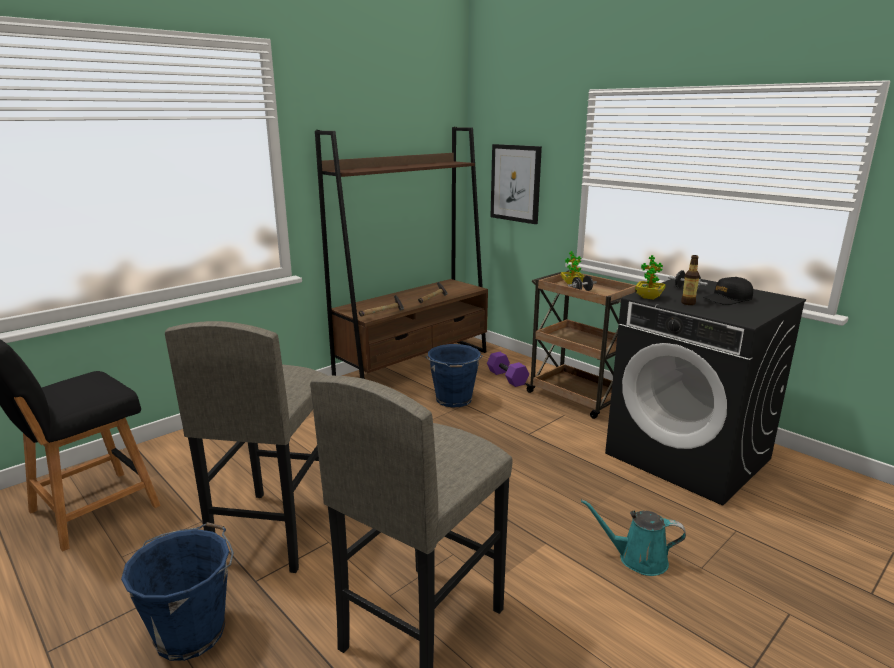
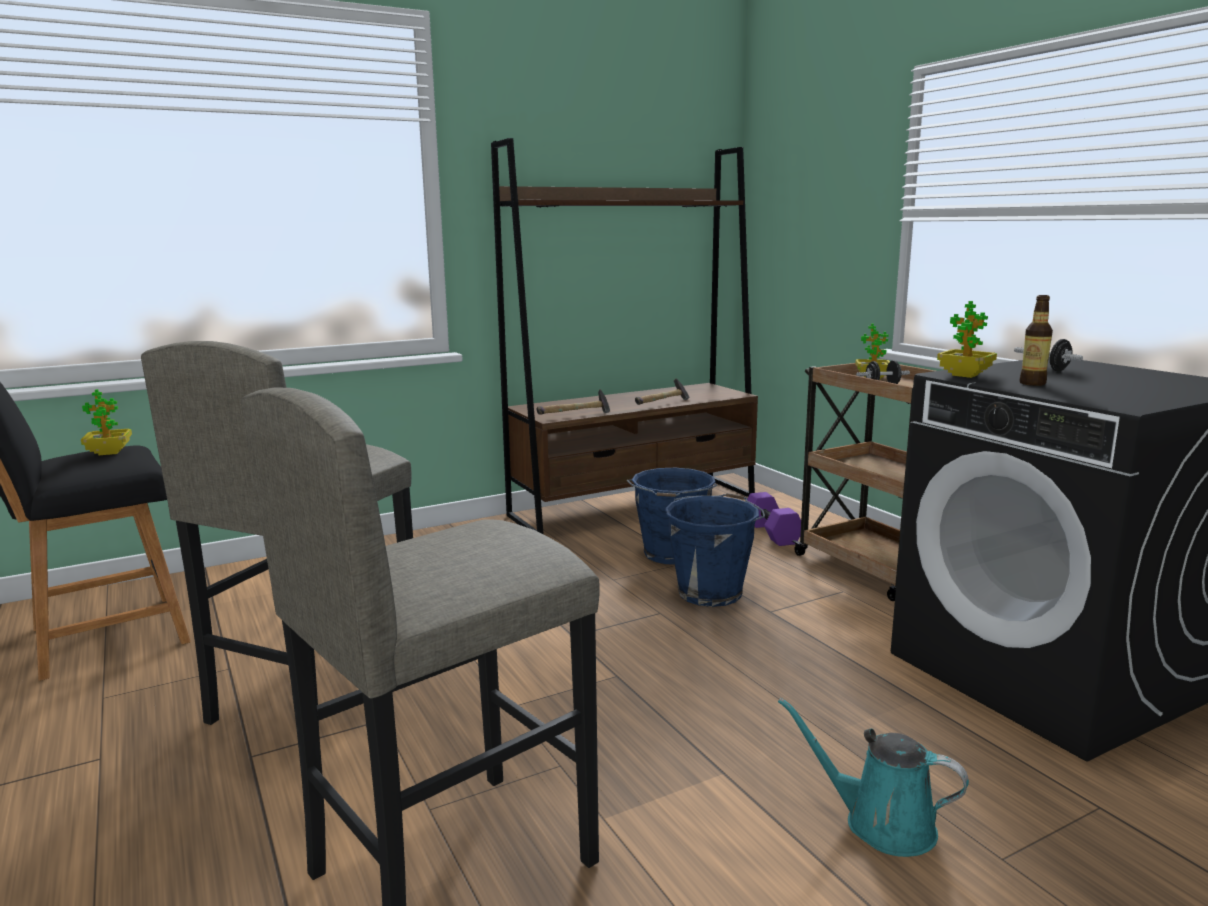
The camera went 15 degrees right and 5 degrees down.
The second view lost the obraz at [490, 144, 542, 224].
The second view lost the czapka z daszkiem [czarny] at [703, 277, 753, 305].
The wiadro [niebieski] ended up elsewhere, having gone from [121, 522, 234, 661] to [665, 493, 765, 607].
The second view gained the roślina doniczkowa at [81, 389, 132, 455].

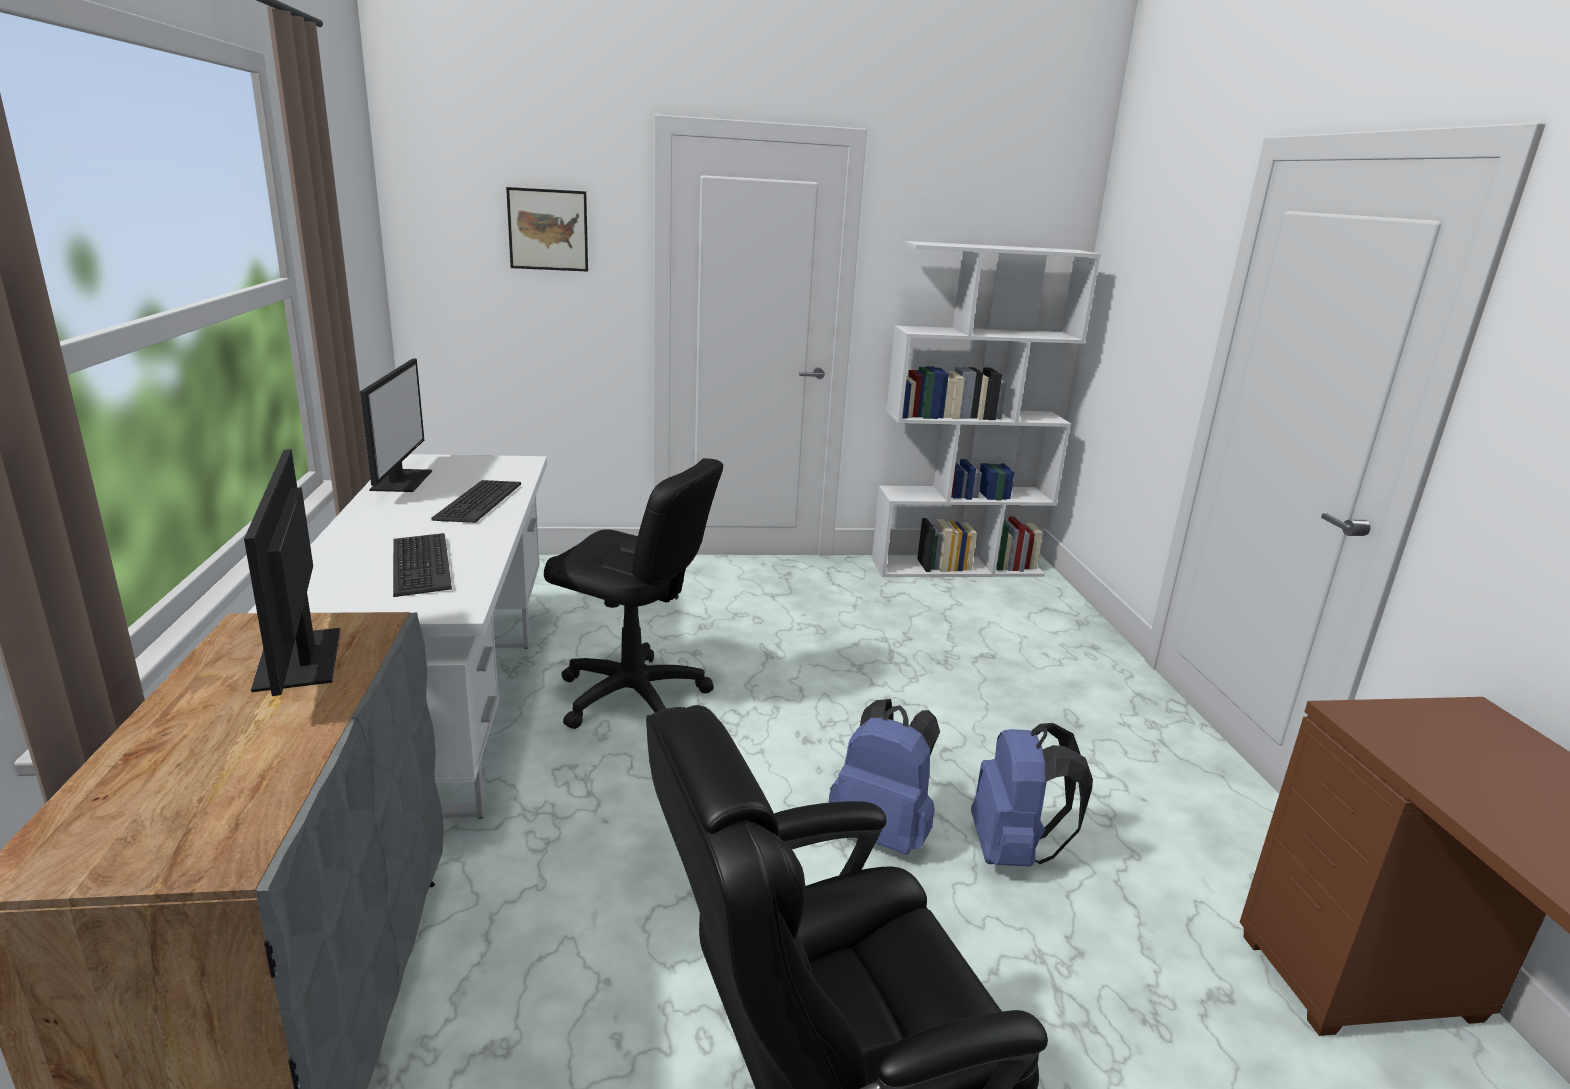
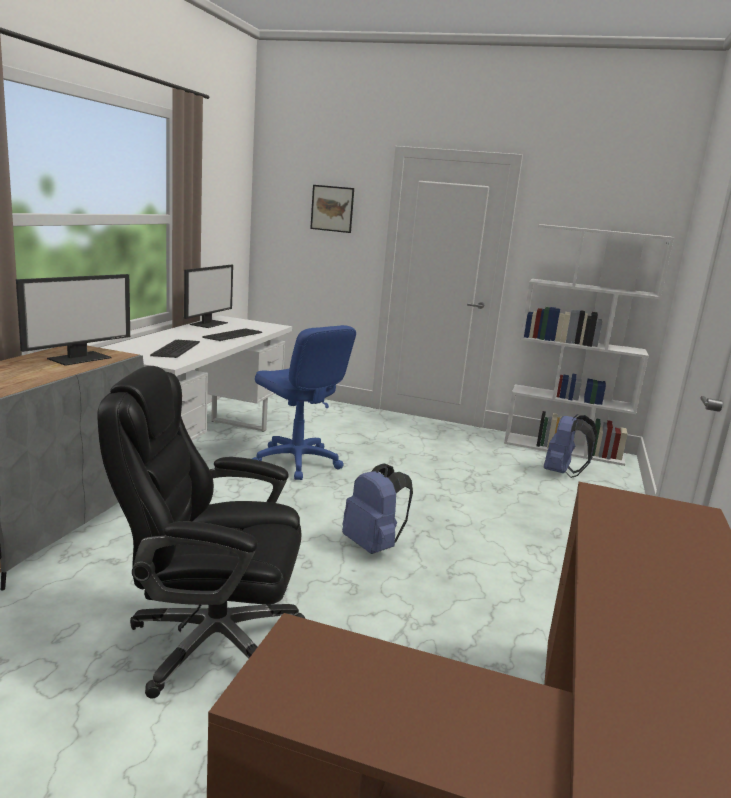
The camera went 25 degrees right and 5 degrees down.
The monitor at [244, 449, 340, 696] ended up facing another way, 150 degrees counterclockwise from before.
What was the krzesło biurowe [czarny] at [544, 458, 723, 729] turned into the krzesło biurowe [niebieski] at [252, 325, 356, 480].
The plecak [niebieski] ended up elsewhere, having gone from [971, 723, 1093, 867] to [544, 414, 597, 478].

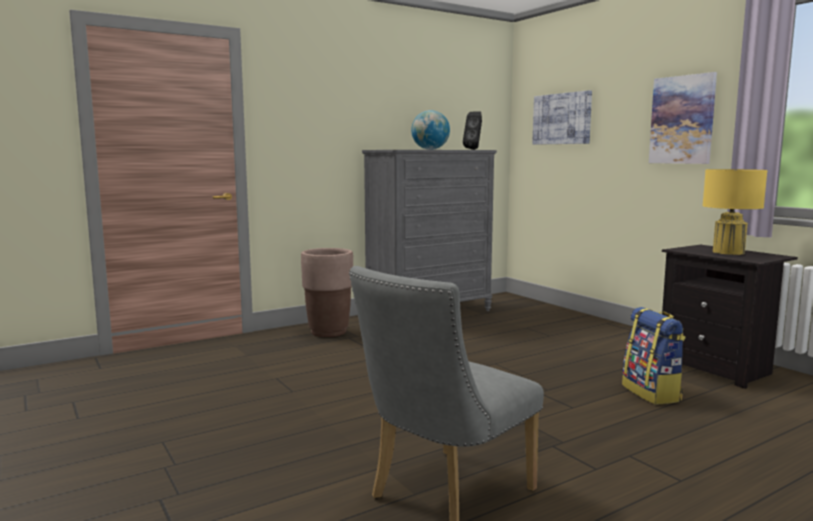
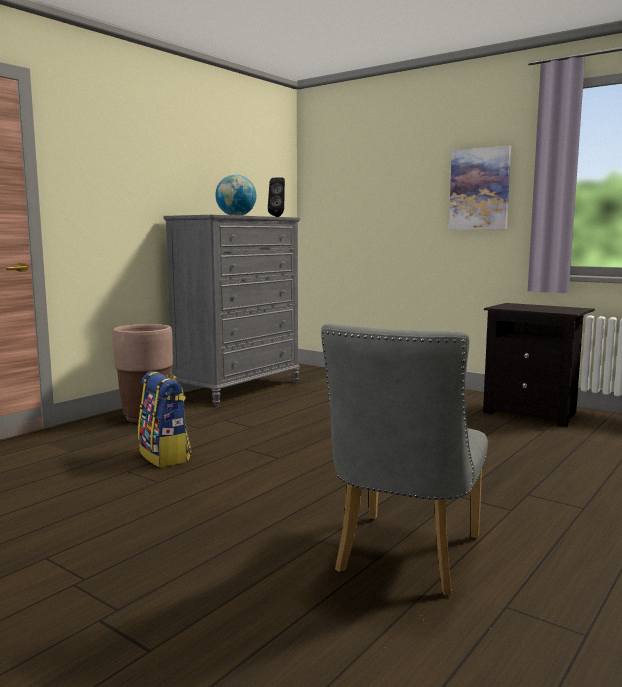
The camera went 20 degrees left and 0 degrees up.
The second view lost the obraz at [532, 90, 592, 145].
The second view lost the lampa stołowa [żółty] at [703, 169, 768, 255].
The plecak ended up elsewhere, having gone from [622, 307, 686, 405] to [138, 371, 192, 467].

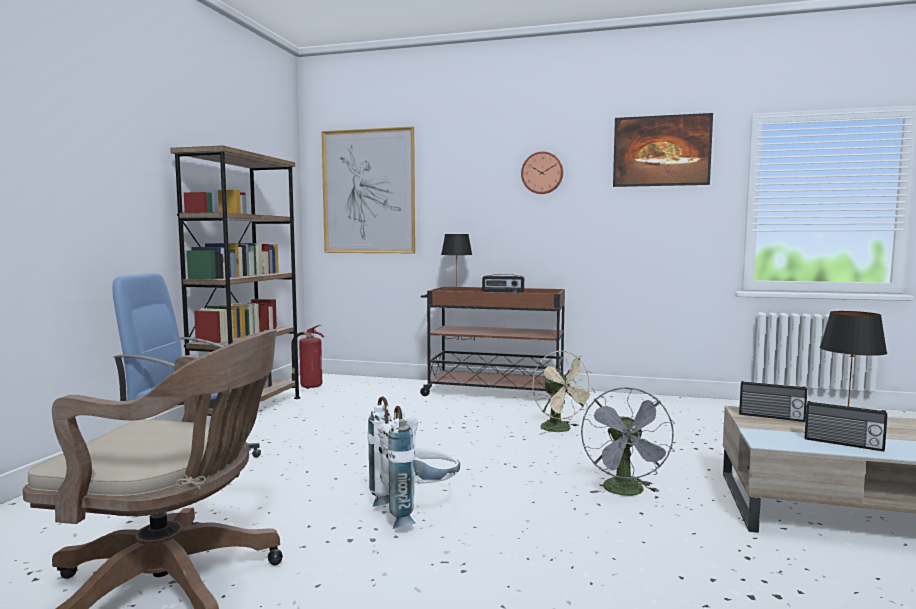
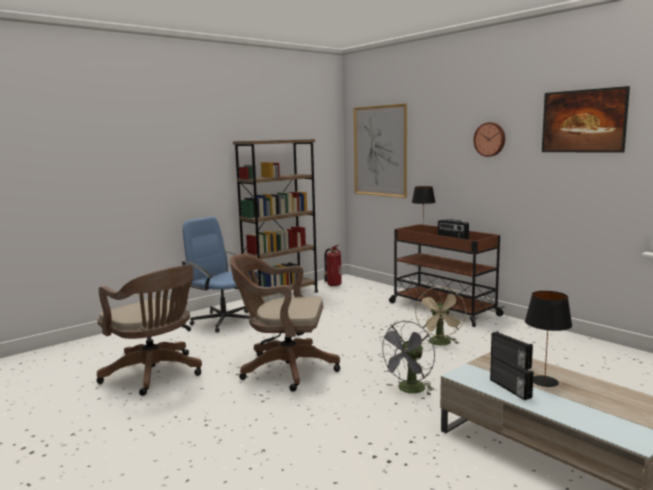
The camera went 35 degrees right and 5 degrees up.
Where the plecak [biały] stood at [367, 396, 460, 529], the krzesło biurowe [brązowy] came to stand at [230, 254, 340, 392].

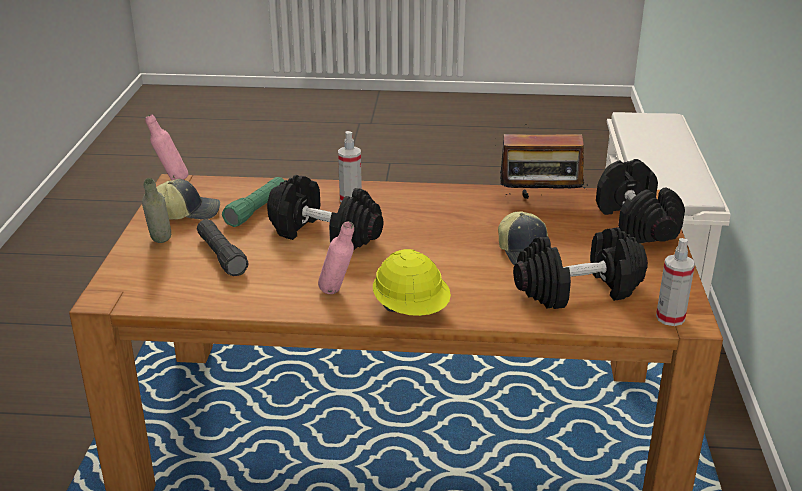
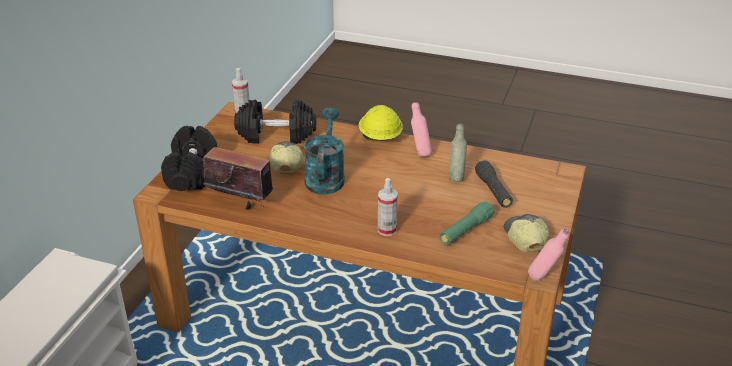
The camera went 165 degrees left and 5 degrees up.
The second view lost the hantel [czarny] at [267, 175, 384, 250].
The butelka [szary] ended up elsewhere, having gone from [142, 178, 171, 243] to [449, 124, 467, 182].
The czapka z daszkiem at [156, 179, 220, 220] ended up facing another way, 75 degrees clockwise from before.
The second view gained the konewka [turkusowy] at [304, 108, 345, 195].

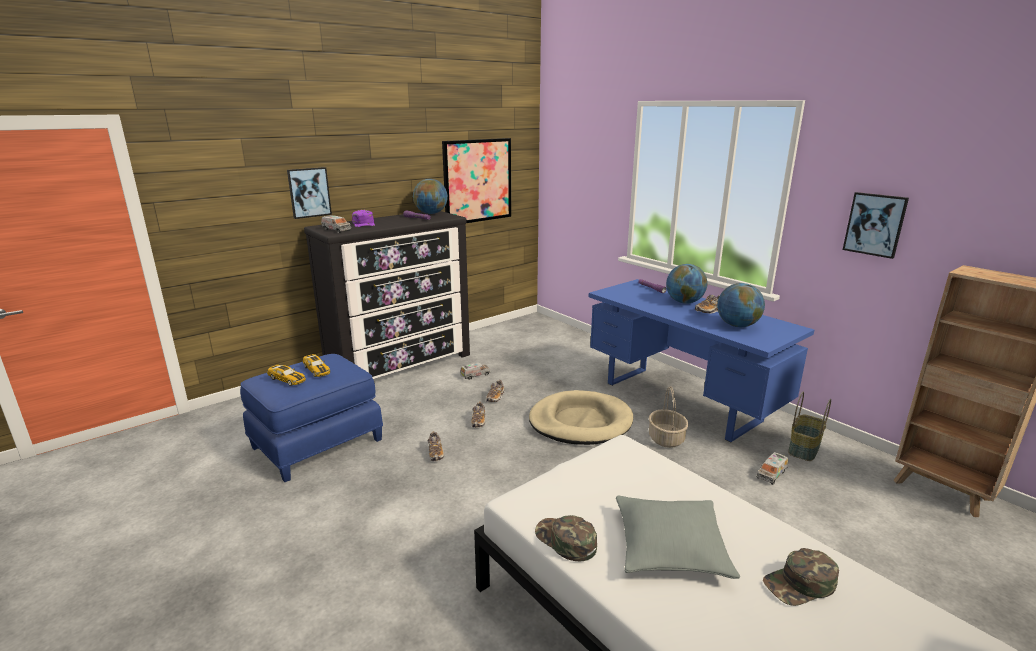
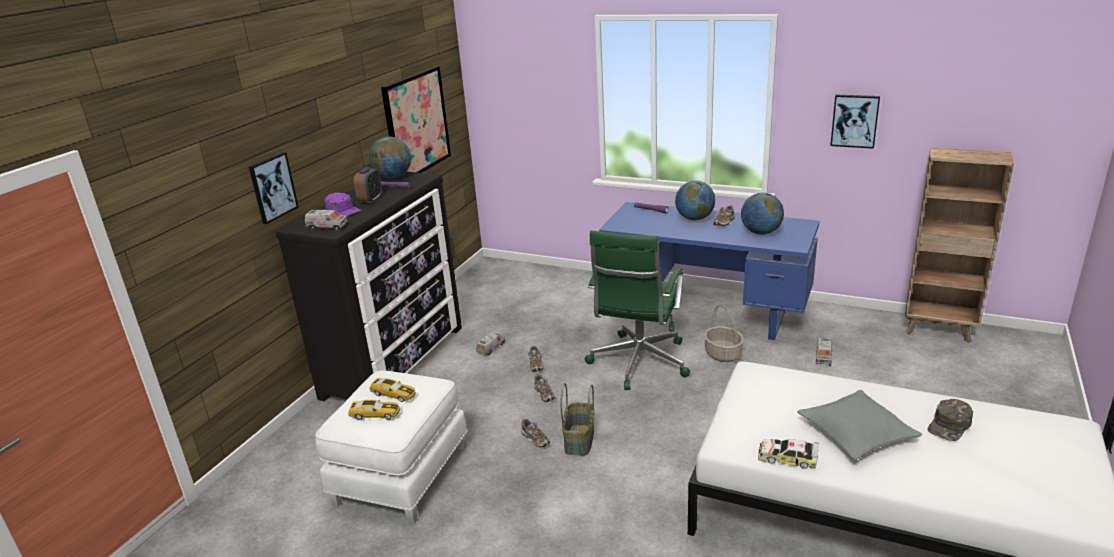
The camera went 25 degrees left and 5 degrees up.
What was the pufa [niebieski] at [240, 354, 383, 482] turned into the pufa [biały] at [315, 371, 467, 524].
Where the legowisko [beżowy] stood at [529, 390, 633, 445], the krzesło biurowe [zielony] came to stand at [585, 231, 690, 390].
The koszyk ended up elsewhere, having gone from [788, 392, 831, 461] to [561, 383, 595, 456].
Where the czapka z daszkiem [zielony] stood at [535, 515, 597, 561], the samochodzik came to stand at [758, 439, 819, 469].
The second view gained the budzik at [354, 167, 382, 203].

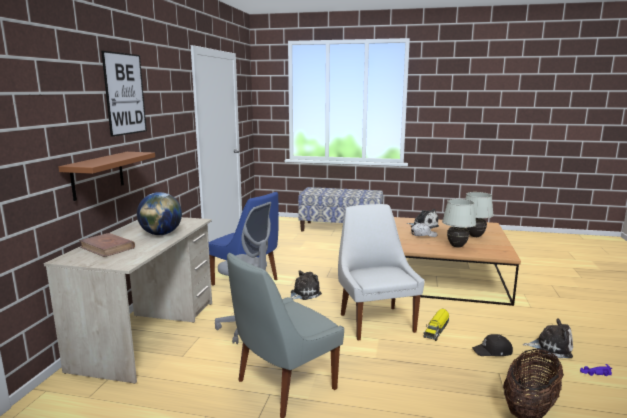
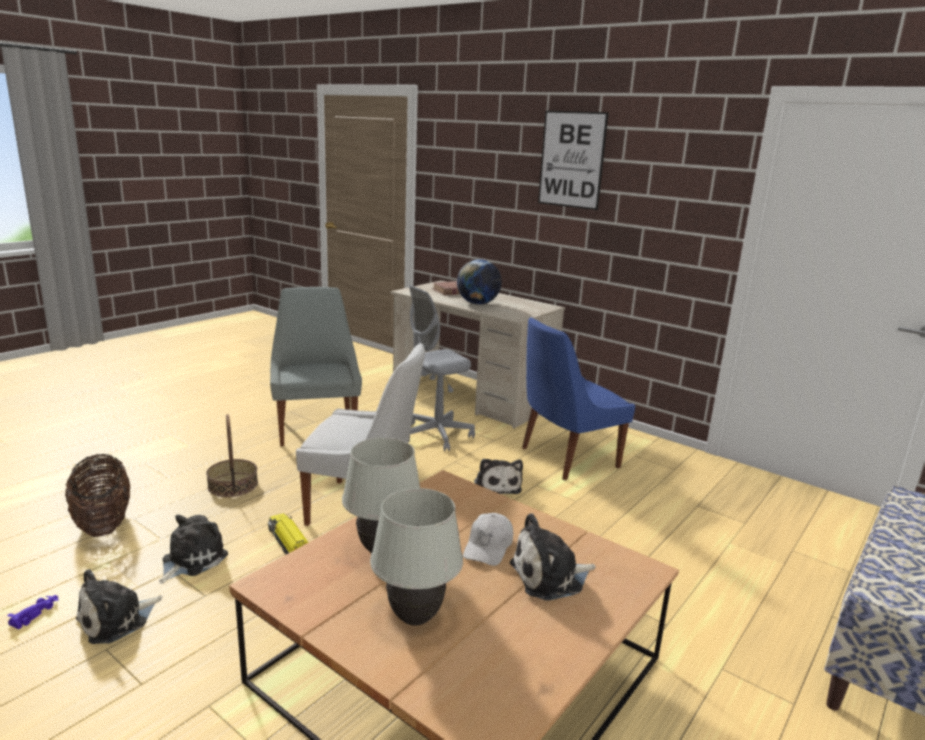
The camera went 115 degrees right and 5 degrees up.
The second view lost the półka [brązowy] at [58, 152, 155, 201].
Where the czapka z daszkiem [czarny] stood at [472, 334, 513, 356], the pluszak came to stand at [159, 515, 228, 584].
The second view gained the koszyk at [206, 414, 258, 497].

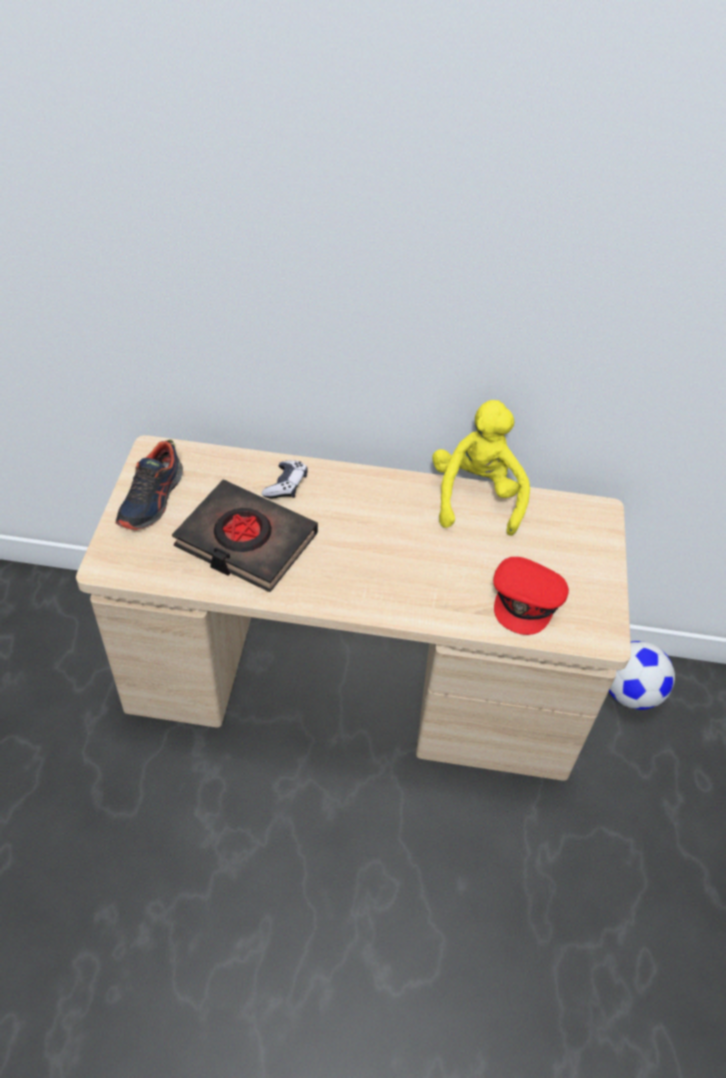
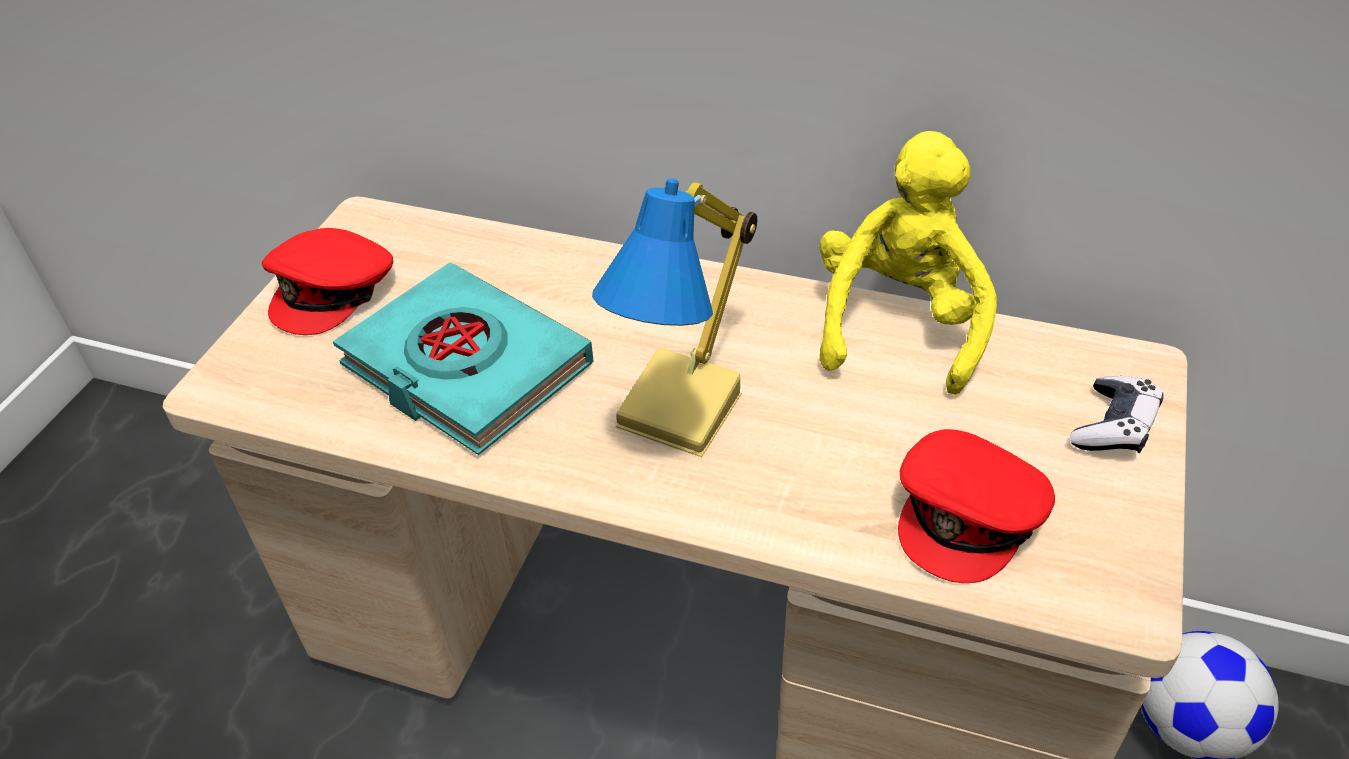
The camera went 15 degrees right and 5 degrees down.
Where the but stood at [116, 440, 183, 530], the czapka z daszkiem [czerwony] came to stand at [262, 228, 393, 335].
The pad do gier ended up elsewhere, having gone from [262, 460, 308, 499] to [1070, 376, 1163, 453].
What was the książka [czarny] at [172, 480, 318, 592] turned into the książka [turkusowy] at [333, 263, 593, 455].
The second view gained the lampa stołowa at [592, 178, 757, 457].

